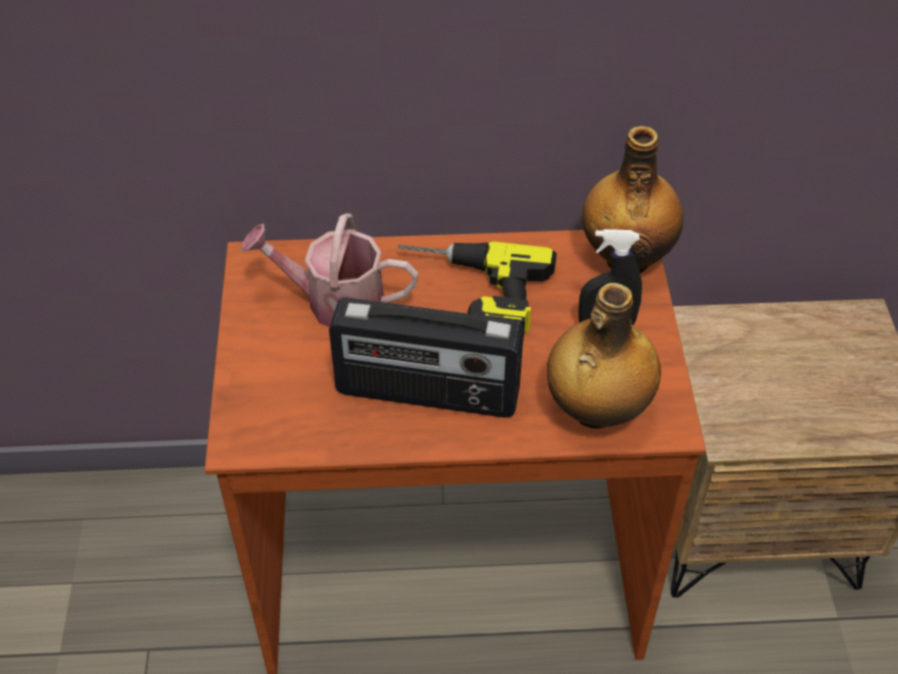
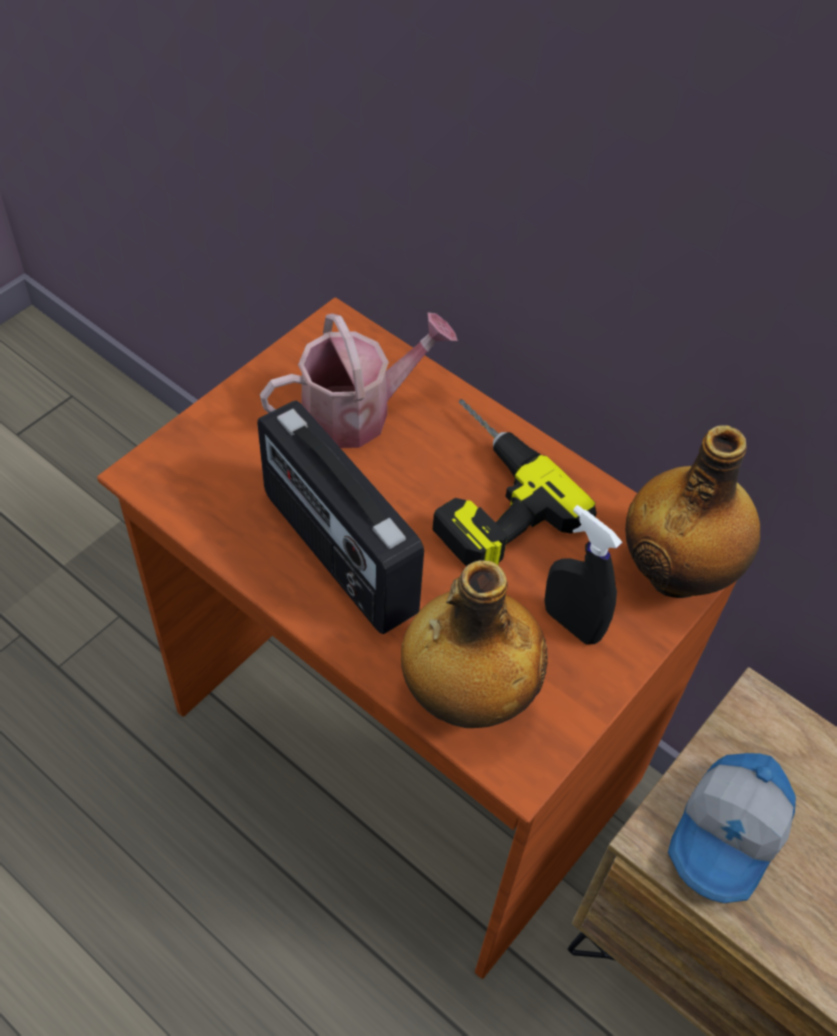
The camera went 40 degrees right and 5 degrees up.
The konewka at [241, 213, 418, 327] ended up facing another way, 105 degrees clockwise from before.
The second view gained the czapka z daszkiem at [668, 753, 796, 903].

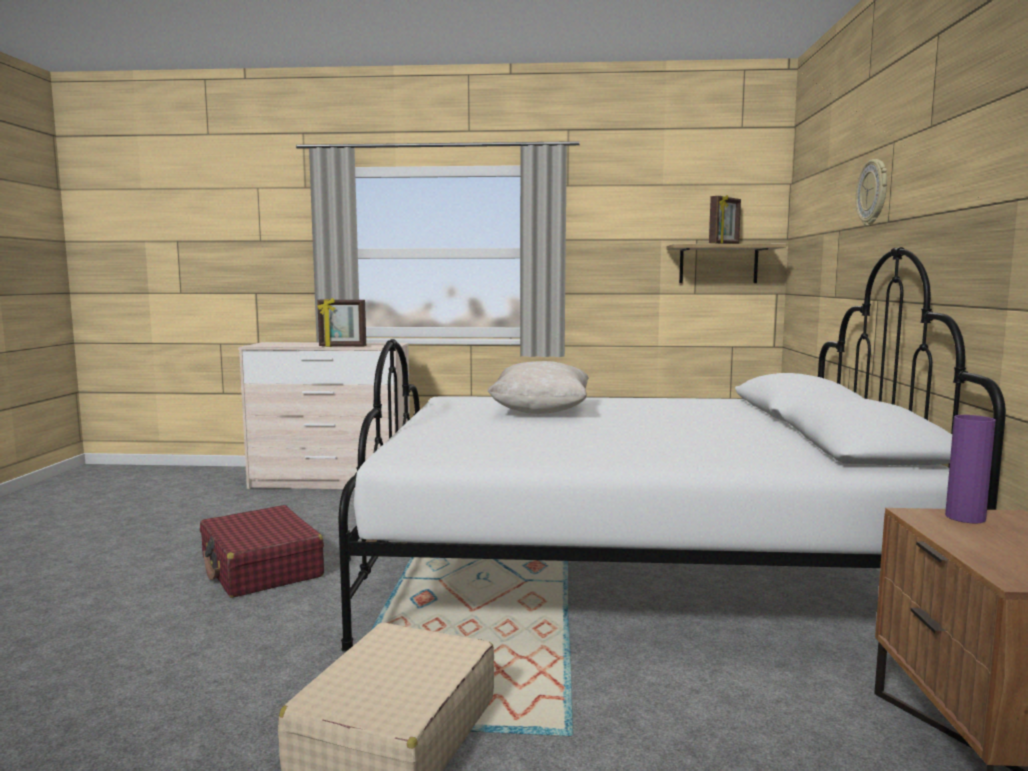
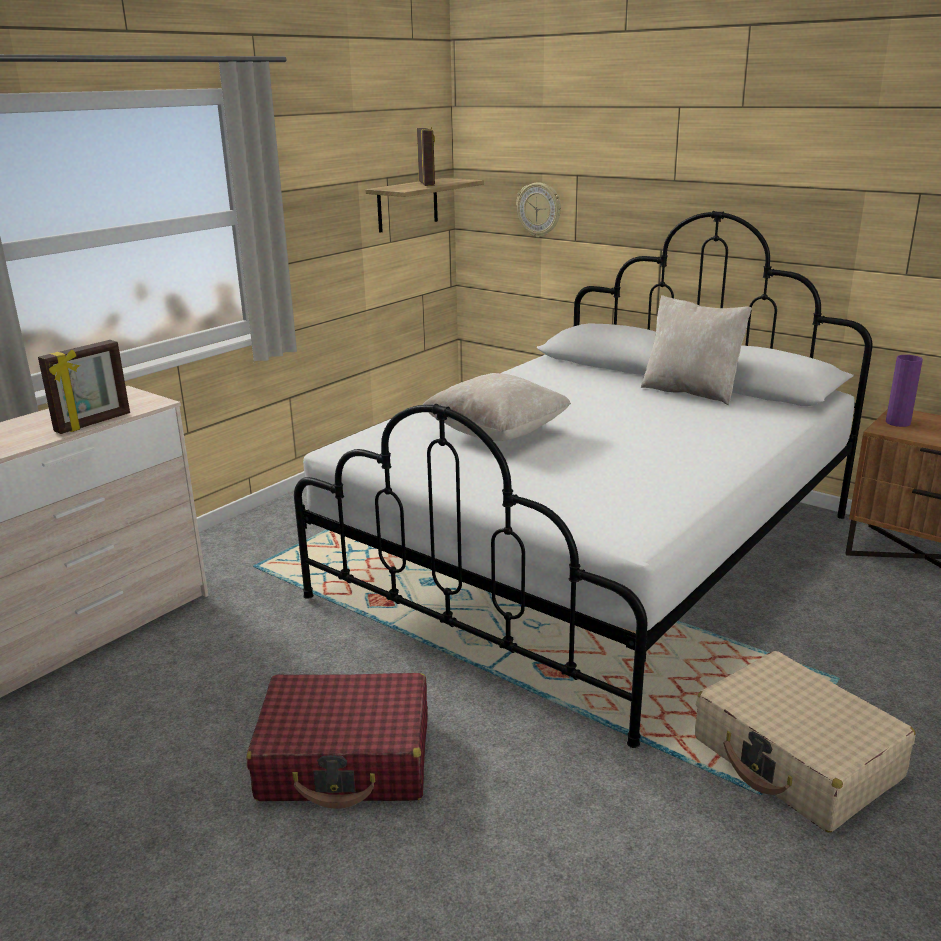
The camera went 55 degrees left and 15 degrees up.
The zegar ścienny ended up elsewhere, having gone from [856, 159, 887, 226] to [516, 182, 561, 238].
The second view gained the poduszka [beżowy] at [641, 295, 752, 405].

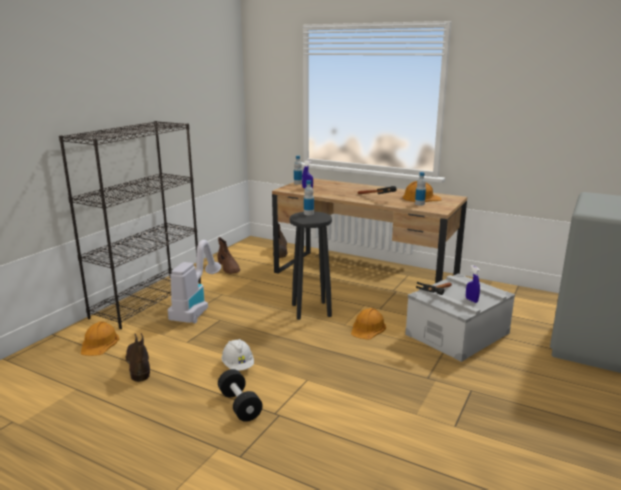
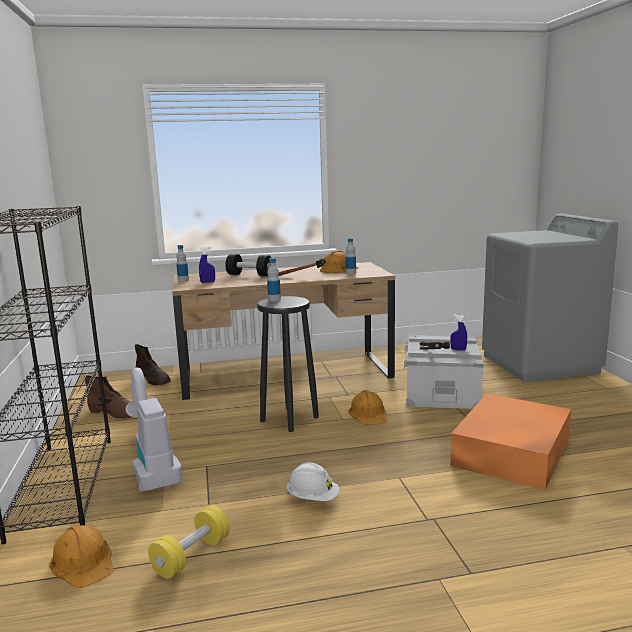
The camera went 40 degrees left and 5 degrees down.
Where the but z cholewką [brązowy] stood at [126, 333, 150, 382], the hantel [żółty] came to stand at [148, 505, 230, 579].
The hantel [czarny] ended up elsewhere, having gone from [218, 369, 263, 422] to [225, 254, 271, 276].
The second view gained the pojemnik do przechowywania [pomarańczowy] at [450, 394, 571, 490].

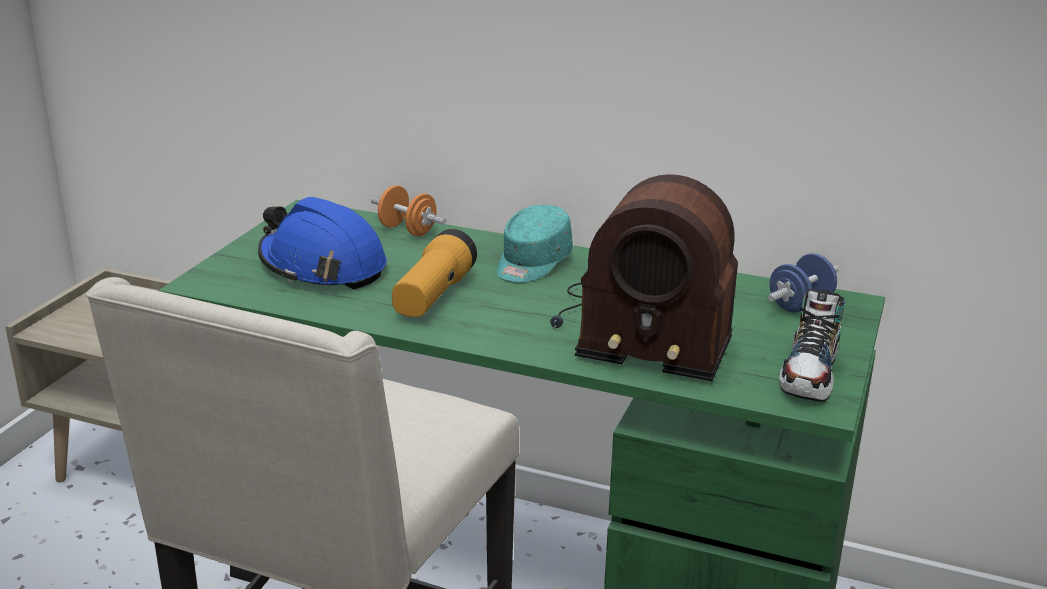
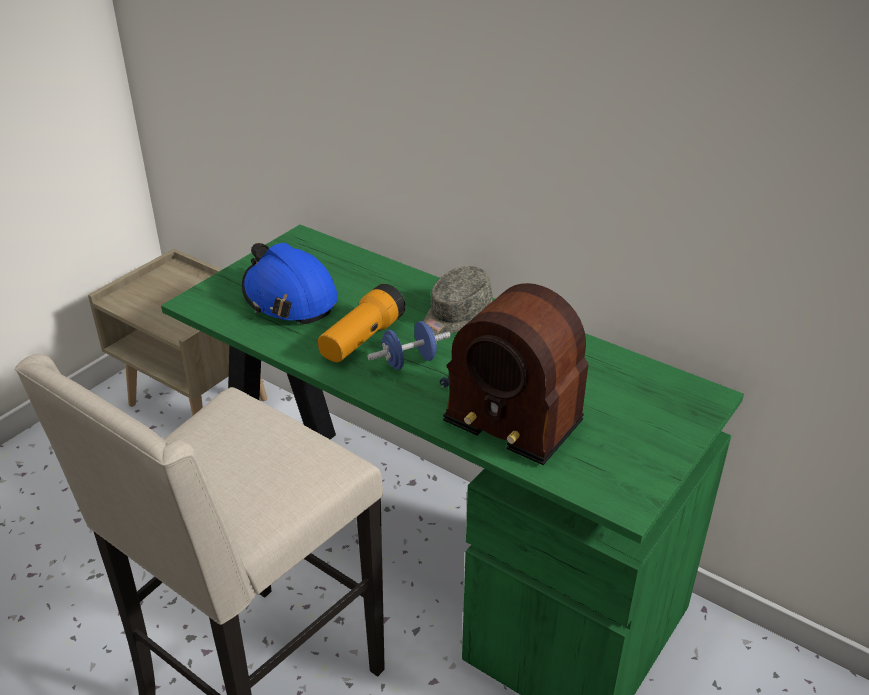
The camera went 15 degrees right and 10 degrees up.
The second view lost the hantel [pomarańczowy] at [371, 185, 446, 236].
What was the czapka z daszkiem [turkusowy] at [497, 205, 573, 283] turned into the czapka z daszkiem [szary] at [423, 266, 493, 335].
The hantel [niebieski] ended up elsewhere, having gone from [768, 253, 839, 312] to [368, 321, 451, 370].
The second view lost the but at [779, 288, 845, 402].

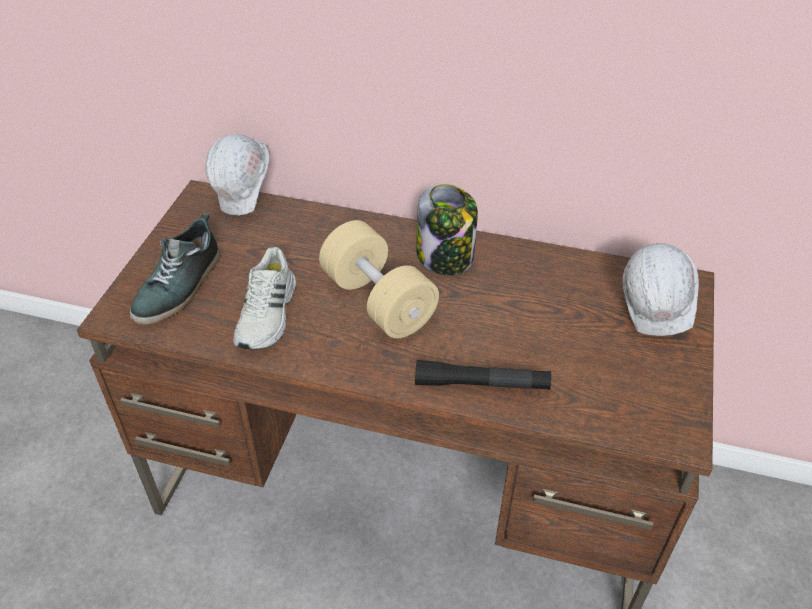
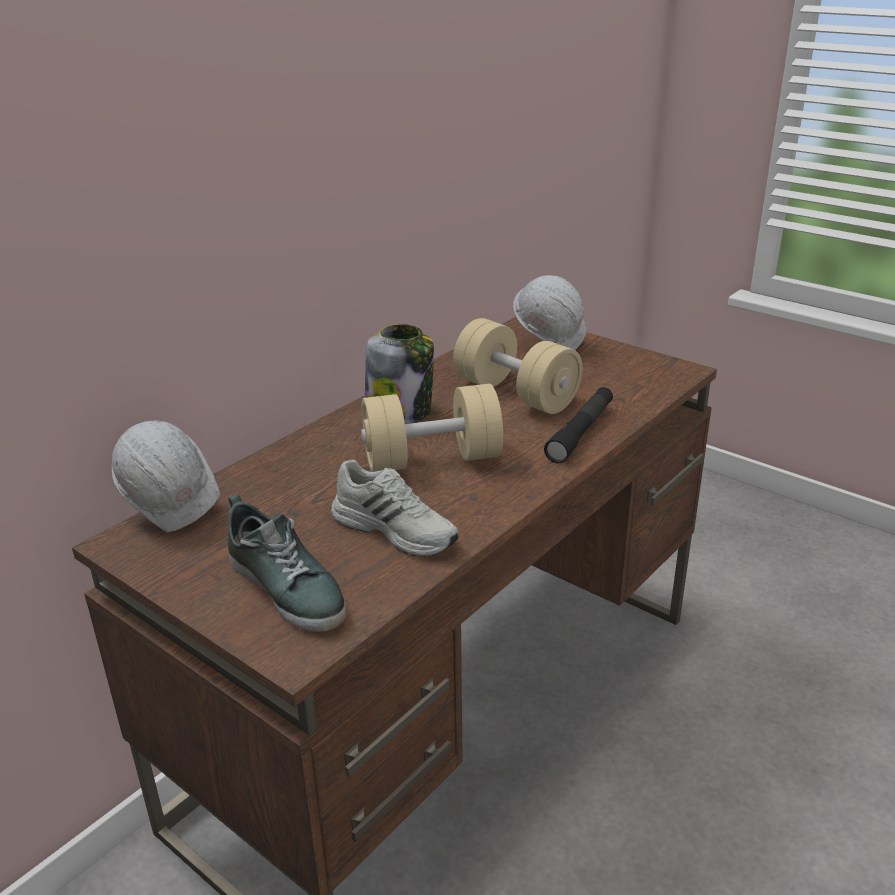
The camera went 65 degrees left and 15 degrees down.
The second view gained the hantel [beżowy] at [453, 318, 582, 414].

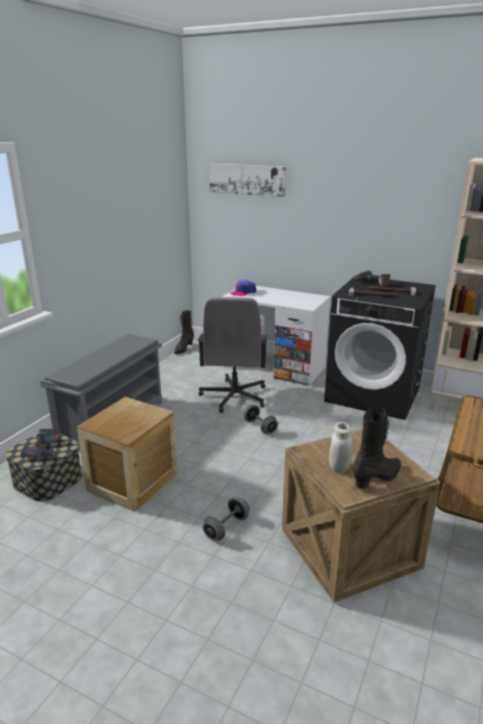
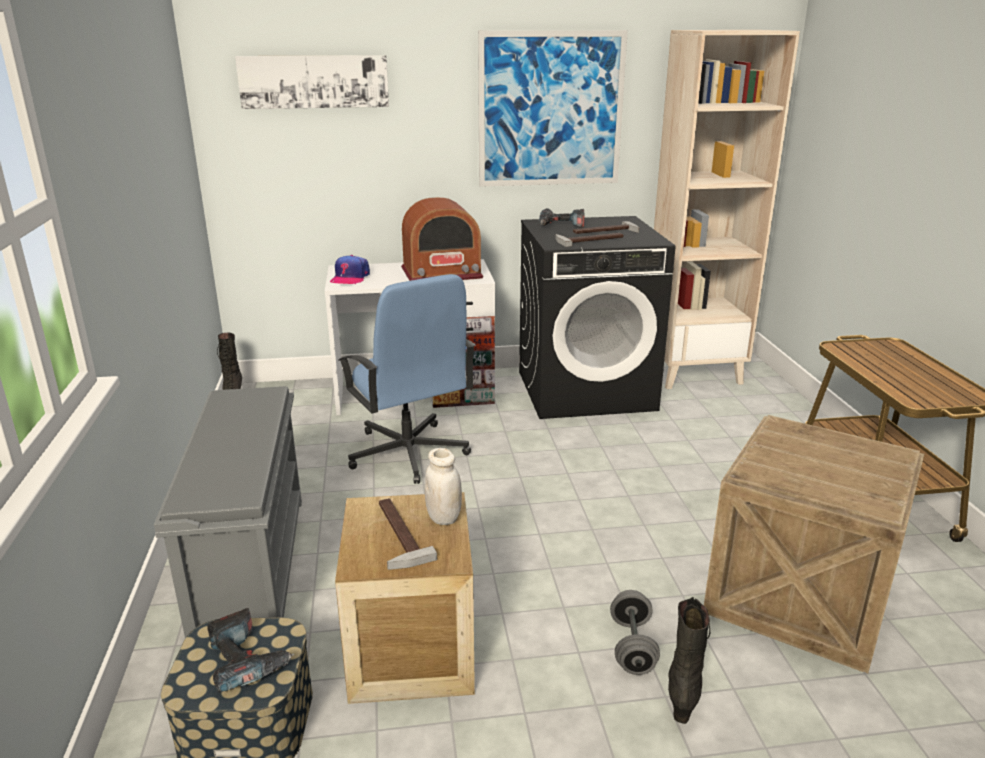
The camera went 35 degrees left and 0 degrees up.
What was the krzesło biurowe [szary] at [198, 297, 268, 413] turned into the krzesło biurowe [niebieski] at [338, 274, 476, 484].
The second view lost the hantel [szary] at [243, 405, 278, 434].
The but z cholewką [czarny] ended up elsewhere, having gone from [353, 408, 401, 489] to [668, 597, 710, 724].
The słoik [biały] ended up elsewhere, having gone from [329, 422, 353, 473] to [425, 448, 462, 525].
The second view gained the obraz at [478, 30, 628, 187].
The second view gained the radio at [401, 197, 483, 281].
The second view gained the młotek at [379, 498, 437, 570].

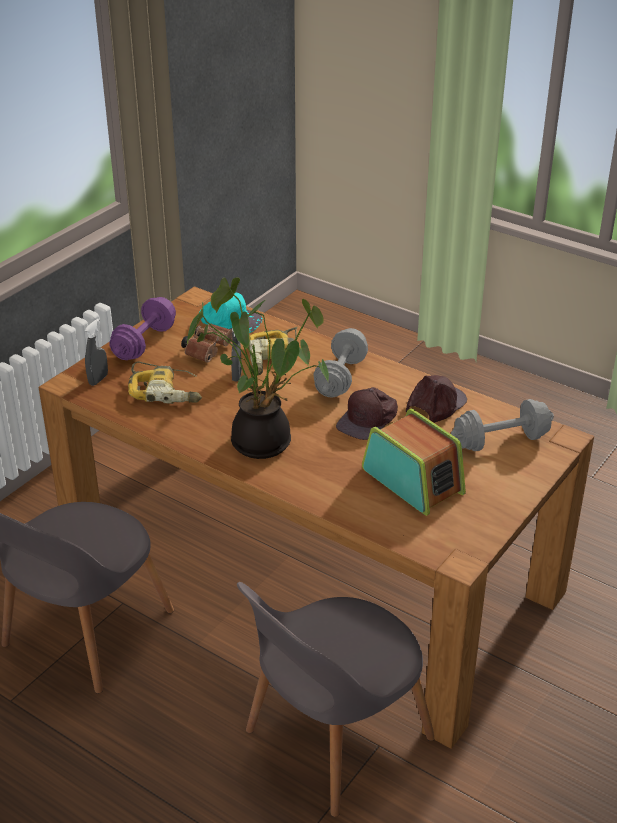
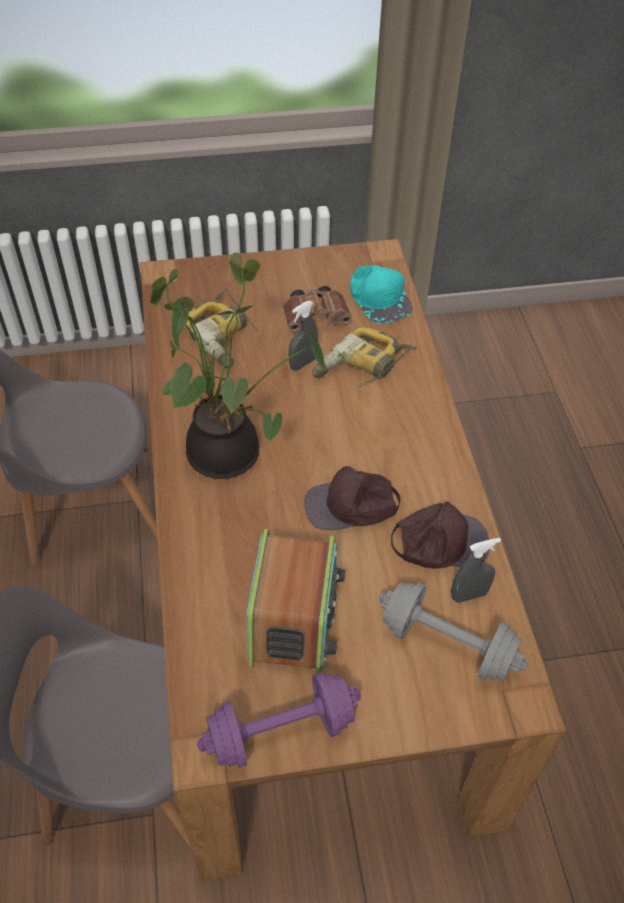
The camera went 45 degrees right and 15 degrees up.
The hantel [fioletowy] ended up elsewhere, having gone from [110, 297, 176, 360] to [197, 673, 361, 768].
The spryskiwacz [szary] ended up elsewhere, having gone from [85, 319, 108, 386] to [451, 538, 501, 603].
The second view lost the hantel [szary] at [313, 328, 368, 398].

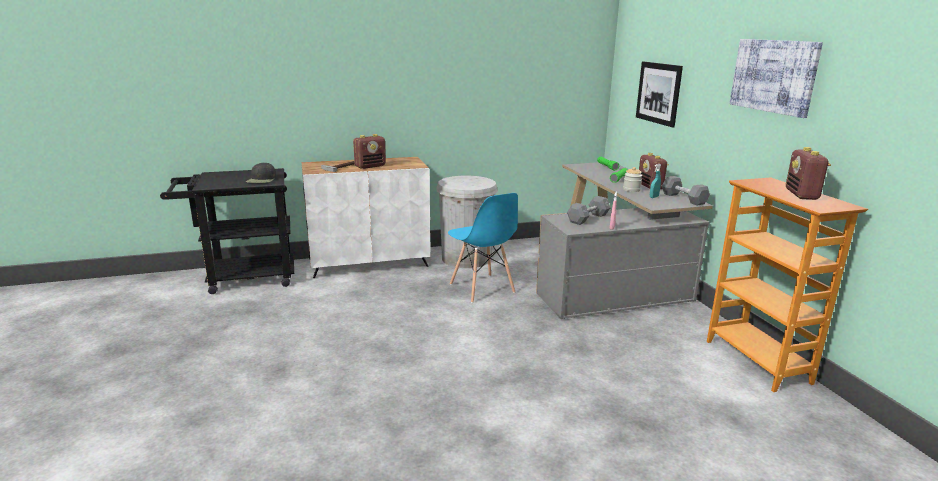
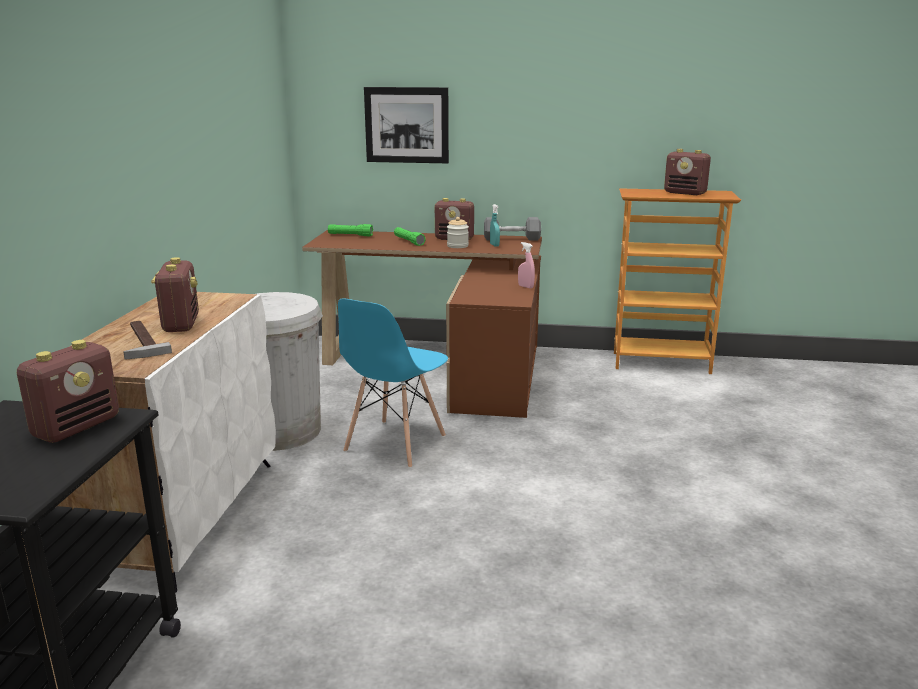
The camera went 65 degrees left and 0 degrees up.
The second view lost the obraz at [730, 39, 823, 118].
Where the czapka z daszkiem [czarny] stood at [246, 162, 277, 183], the radio came to stand at [17, 340, 119, 443].
What was the biurko [szary] at [536, 162, 713, 319] turned into the biurko [brązowy] at [302, 230, 542, 418].
The krzesło [niebieski] at [448, 193, 518, 303] ended up facing another way, 120 degrees clockwise from before.
The second view lost the hantel [szary] at [567, 196, 611, 225].

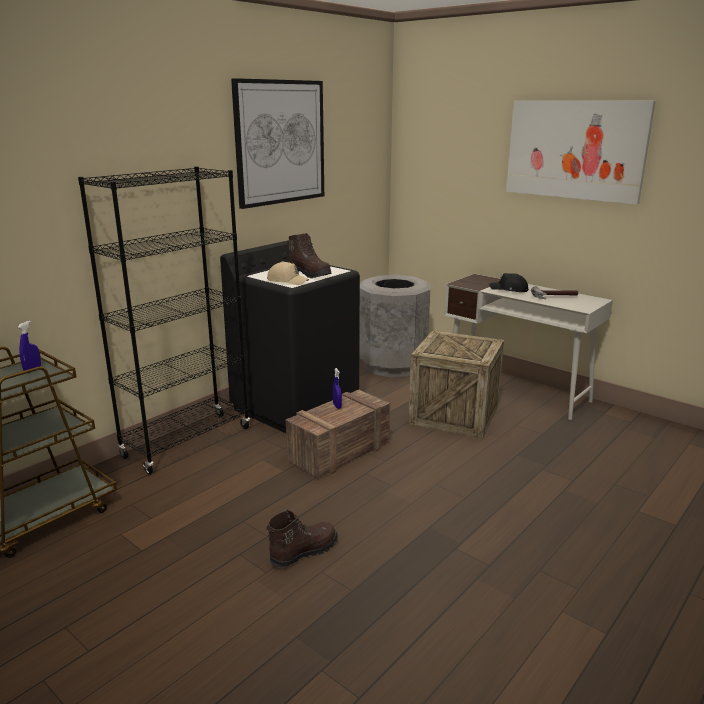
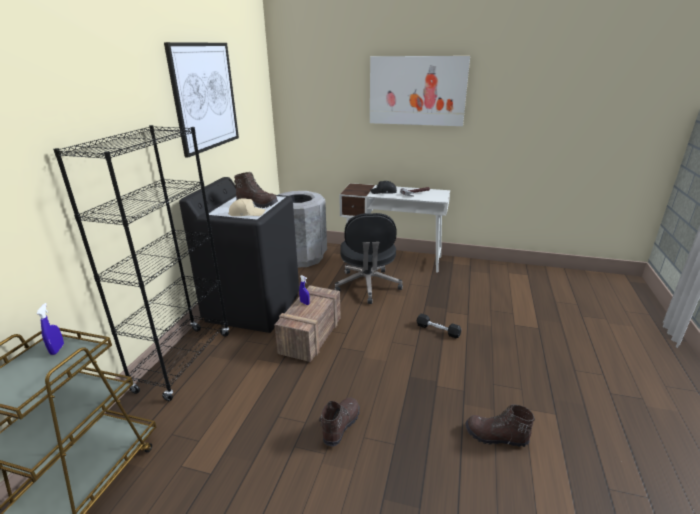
The camera went 25 degrees left and 5 degrees up.
Where the skrzynka stood at [408, 331, 504, 439], the krzesło biurowe [czarny] came to stand at [334, 213, 403, 304].
The second view gained the hantel [czarny] at [417, 313, 461, 338].
The second view gained the but z cholewką [brązowy] at [465, 404, 535, 447].

